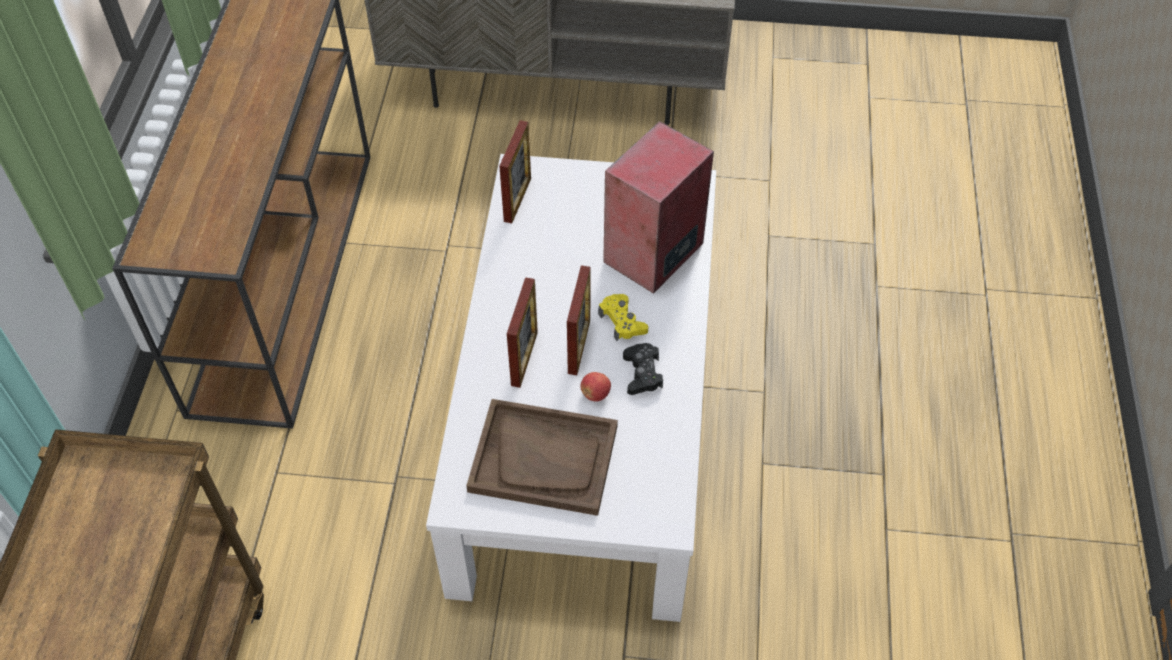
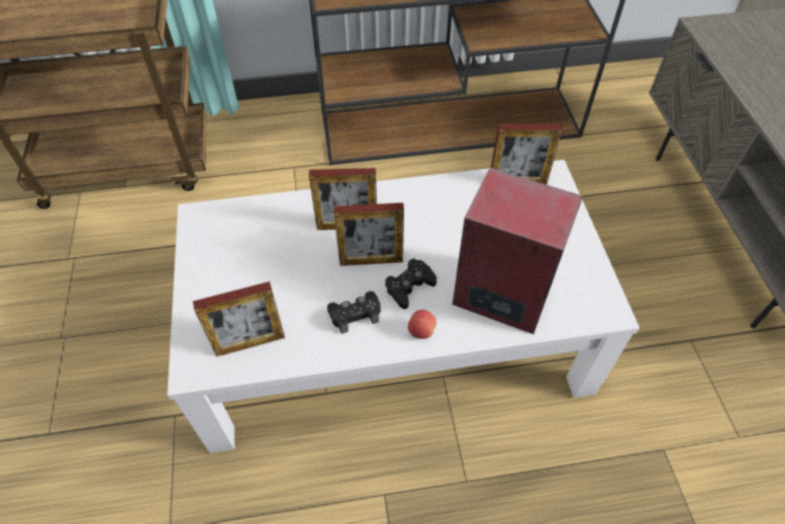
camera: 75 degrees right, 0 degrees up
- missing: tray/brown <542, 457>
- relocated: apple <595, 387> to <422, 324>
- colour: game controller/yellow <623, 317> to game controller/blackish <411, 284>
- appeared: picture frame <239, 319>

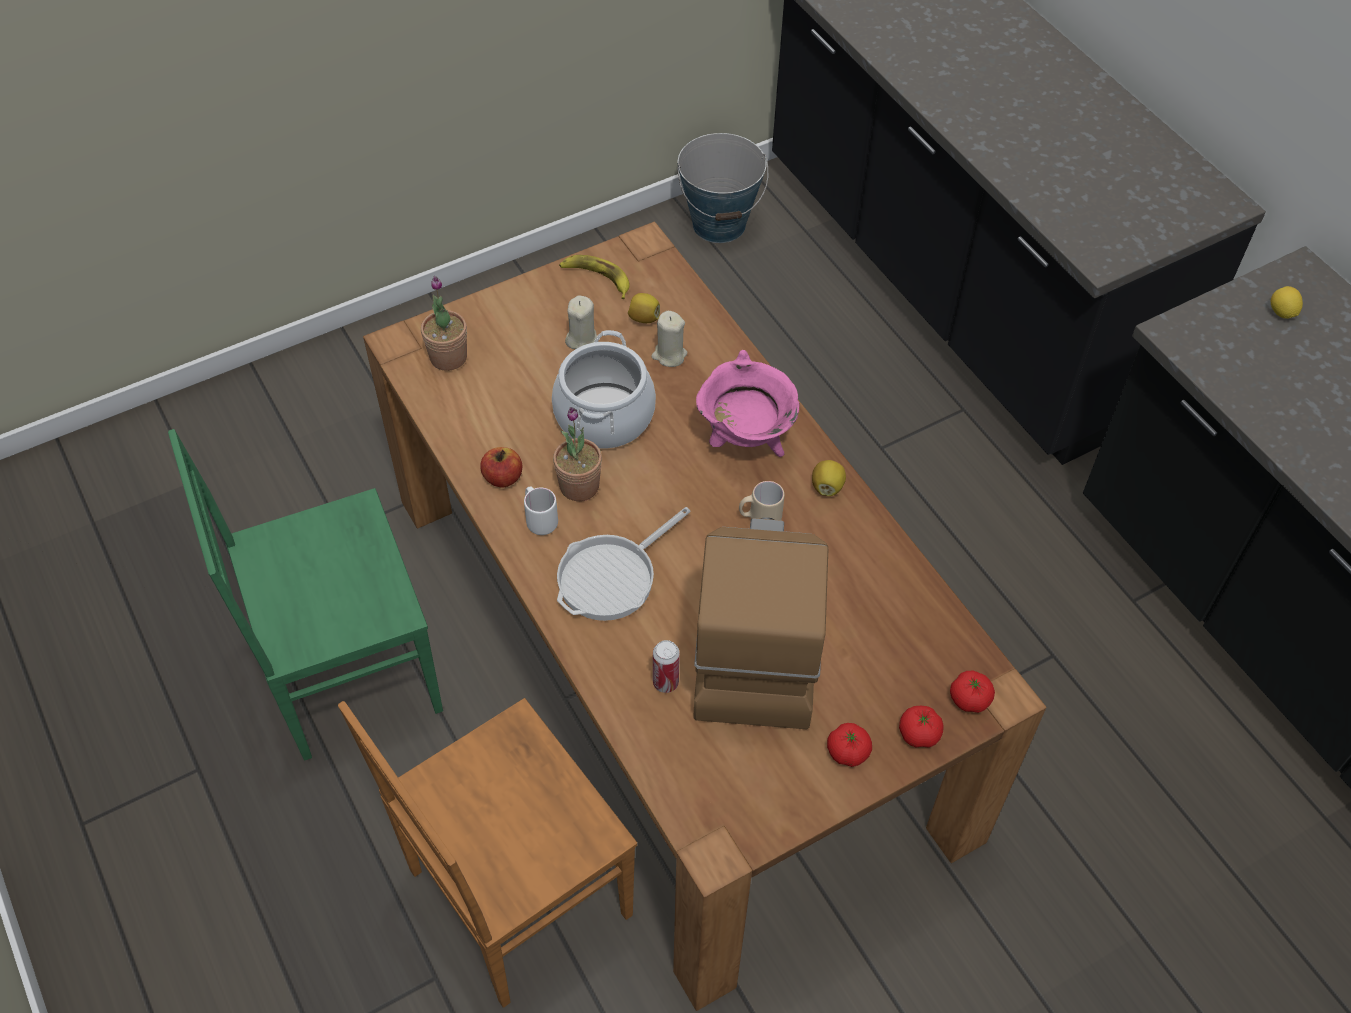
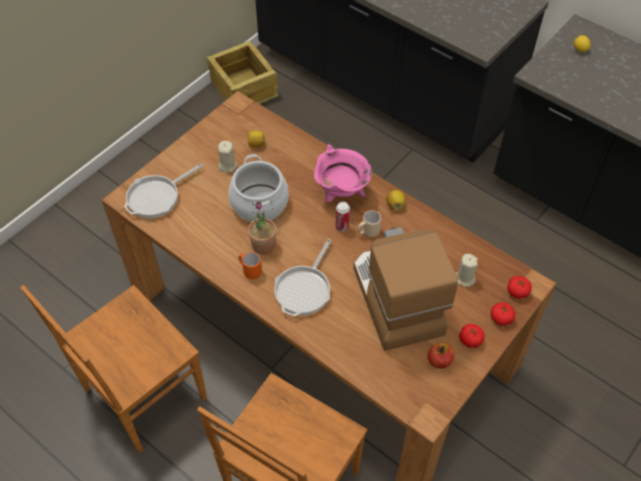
camera: 20 degrees left, 0 degrees up
- colour: upright chair/green <305, 594> to upright chair/brown <113, 369>
- exchanged: plant in a pot <444, 323> to skillet <163, 190>
- relocated: apple <501, 467> to <441, 356>
- colour: tea mug/whitish <541, 510> to tea mug/orange-coloured <250, 265>
- missing: whole banana <594, 277>
- relocated: wax light/beige <669, 339> to <467, 270>
- relocated: metal can <666, 666> to <343, 217>
- exchanged: water bucket <722, 188> to shipping crate <243, 72>

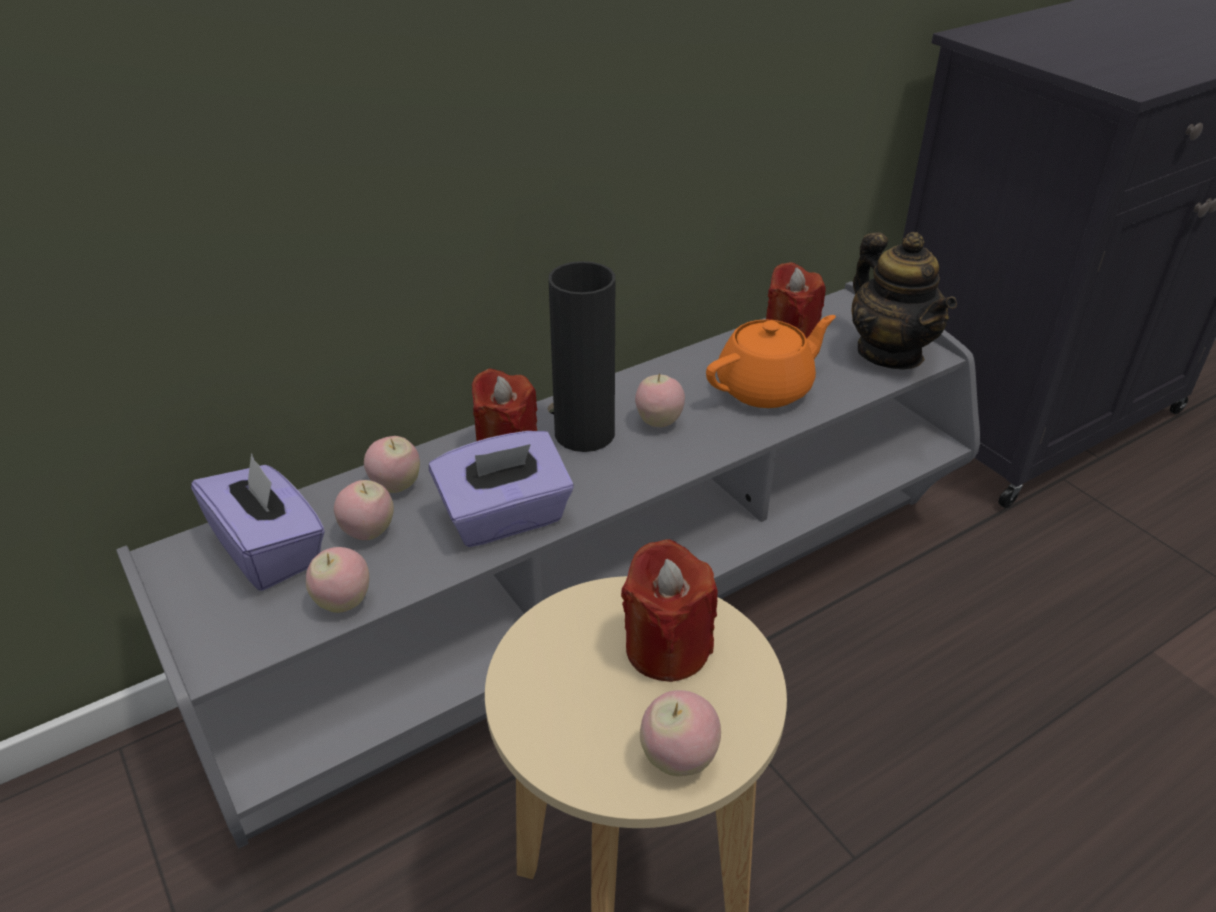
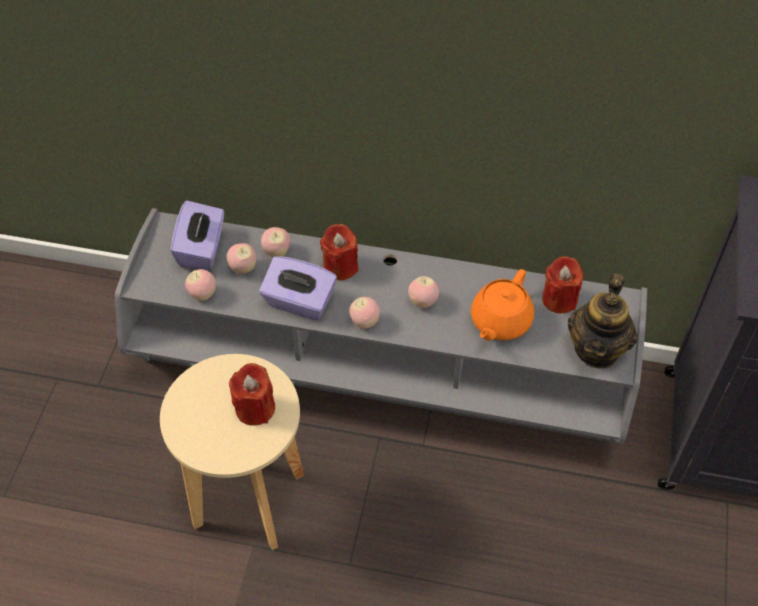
camera: 45 degrees right, 15 degrees up
- missing: decorative vase/blackish <581, 356>
- relocated: apple <680, 733> to <364, 313>
- spun: tea pot/orange-coloured <771, 361> = <502, 305> 105 degrees clockwise

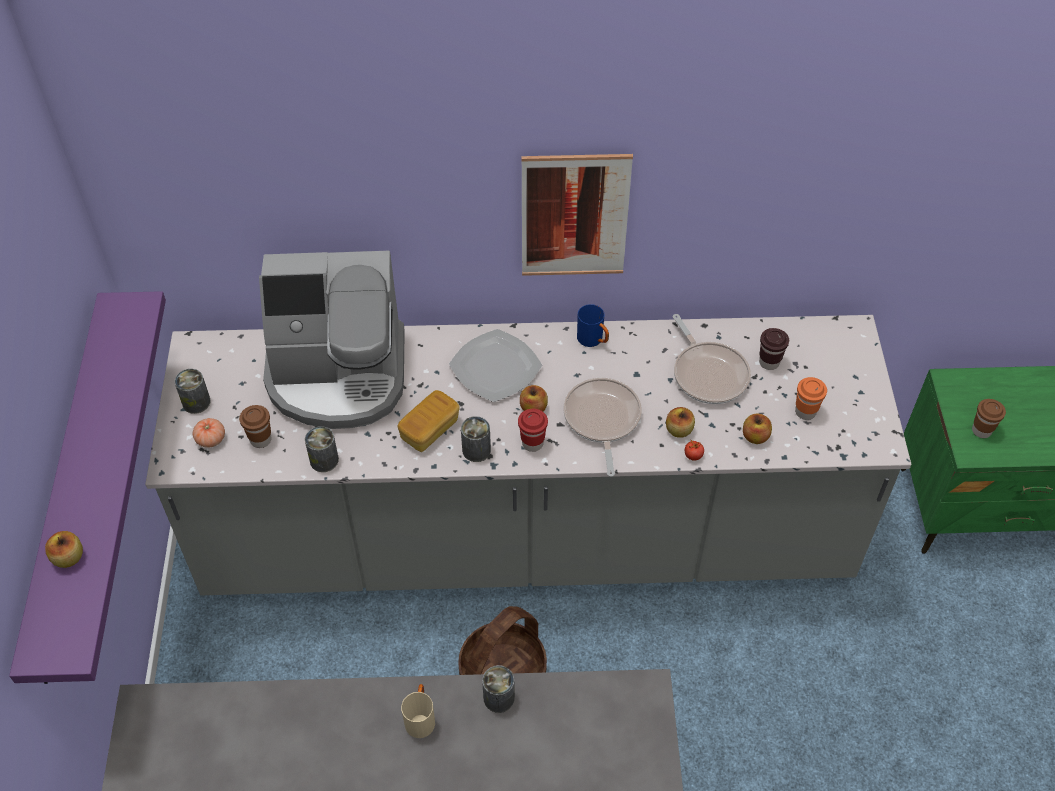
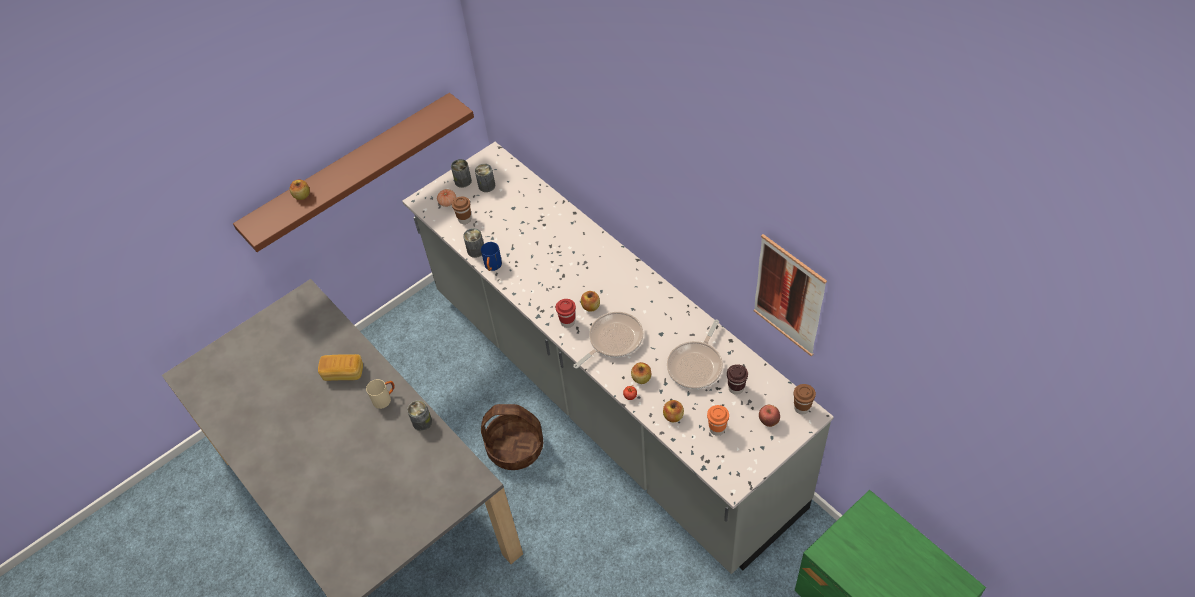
camera: 55 degrees right, 0 degrees up
- colour: wall shelf/purplish <87, 487> to wall shelf/brown <353, 172>
- missing: coffee maker <332, 340>
- relocated: baked bread <429, 421> to <340, 367>
- missing: plate <496, 365>
- relocated: metal can <476, 439> to <485, 178>
- relocated: wall art <577, 215> to <790, 295>
- relocated: tea mug/blue <593, 325> to <491, 256>
- relocated: small cup/brown <989, 418> to <804, 399>
- appeared: apple <769, 416>

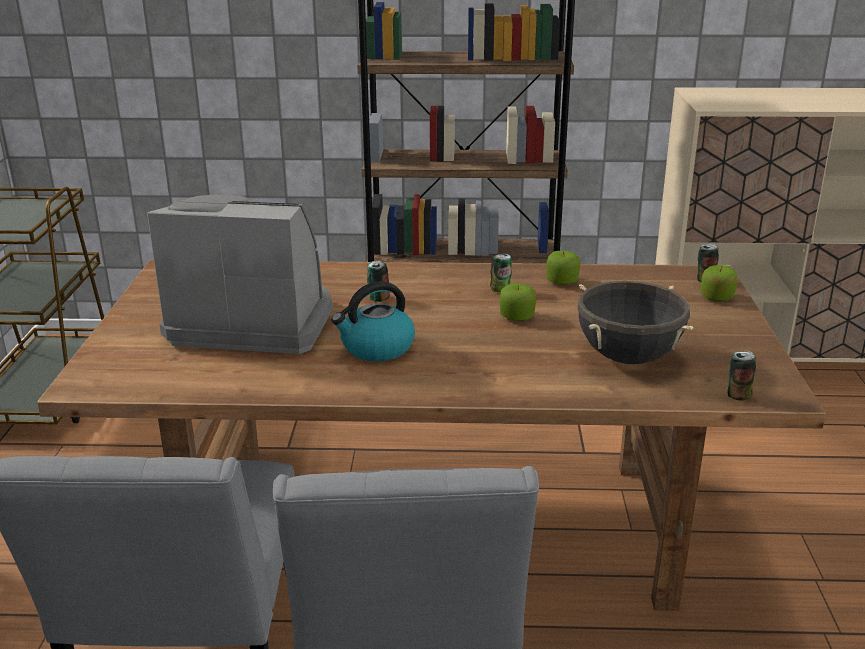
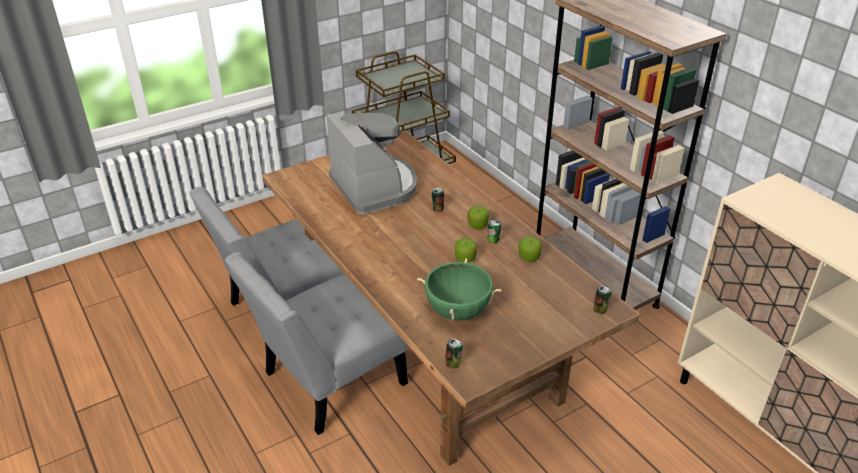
camera: 55 degrees right, 10 degrees up
- missing: water kettle <373, 321>
- colour: stockpot/blackish <635, 322> to stockpot/green <459, 289>
- relocated: apple <719, 283> to <478, 217>

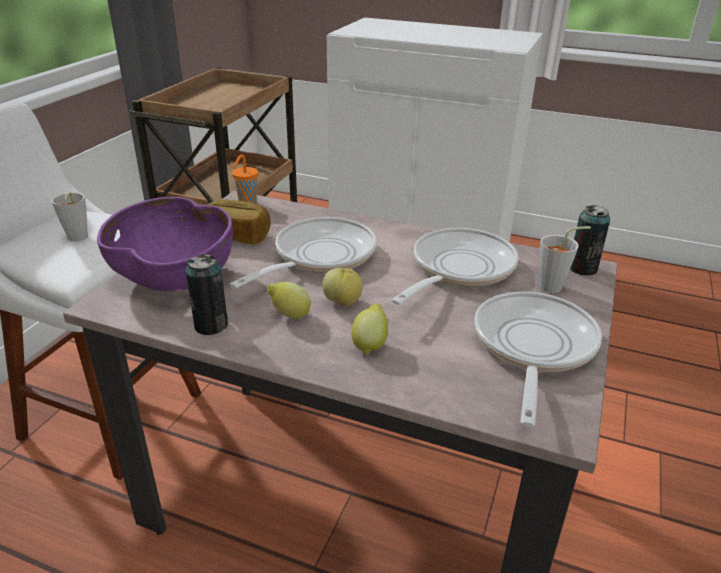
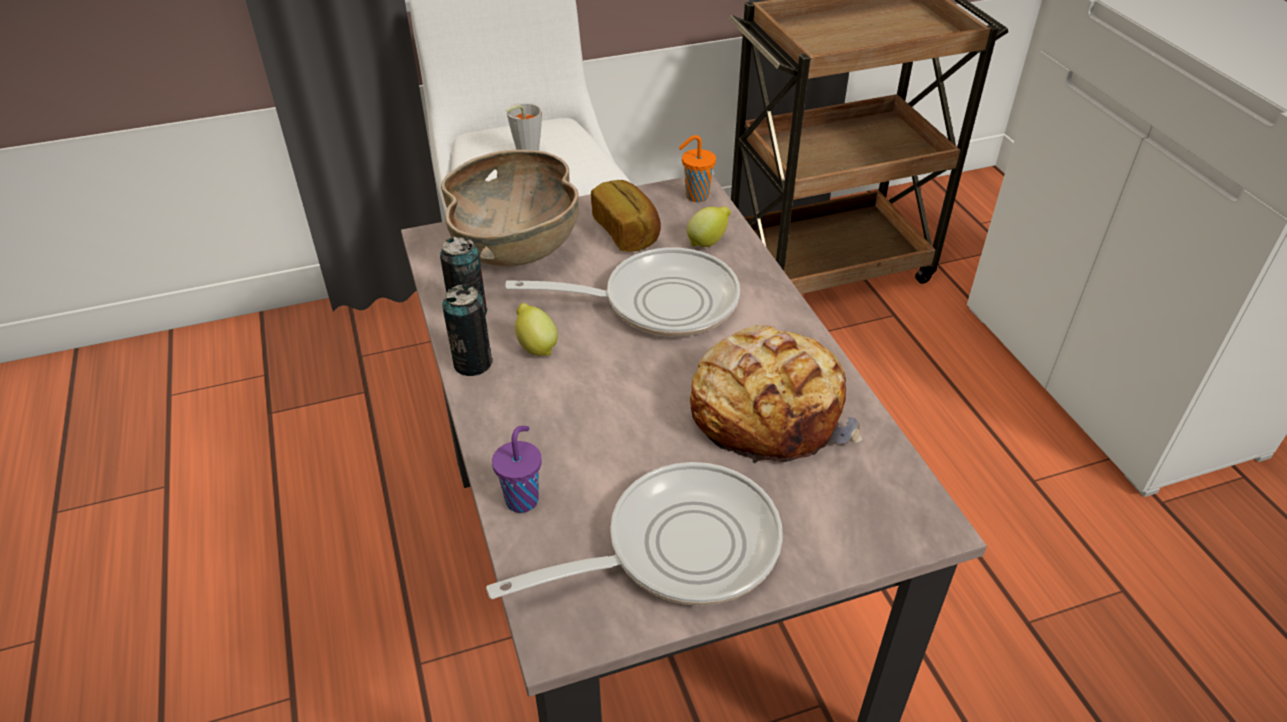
camera: 50 degrees right, 10 degrees up
- colour: bowl/purplish <165, 244> to bowl/brown <510, 208>
- missing: apple <342, 287>
- relocated: lemon <369, 329> to <709, 226>
- exchanged: skillet <454, 266> to baked bread <776, 394>
- missing: small cup/gray <565, 259>
- relocated: metal can <590, 240> to <467, 330>
- appeared: small cup/purplish <517, 469>

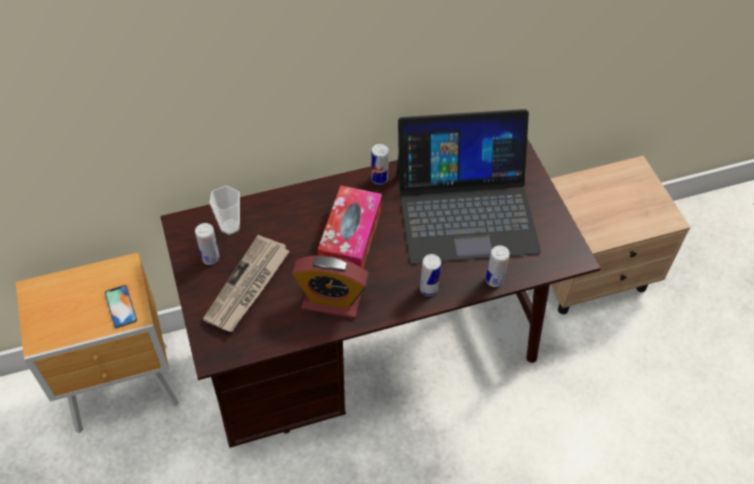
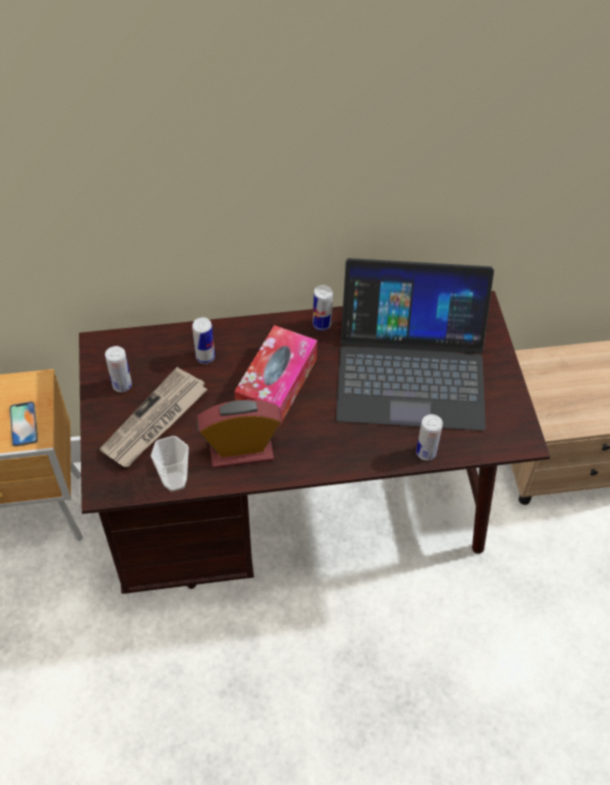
camera: 10 degrees right, 0 degrees up
- relocated: small cup <224, 210> to <170, 464>
- spun: table clock <330, 287> = <239, 433> 150 degrees clockwise
- relocated: metal can <430, 275> to <203, 340>

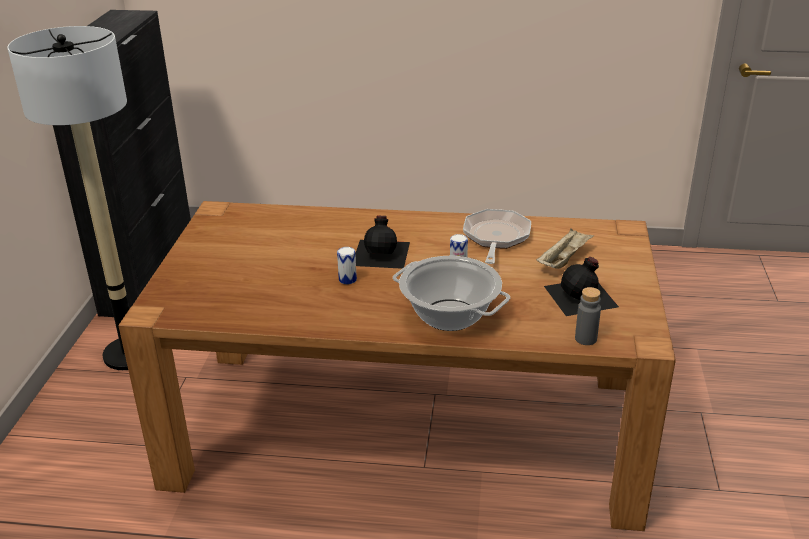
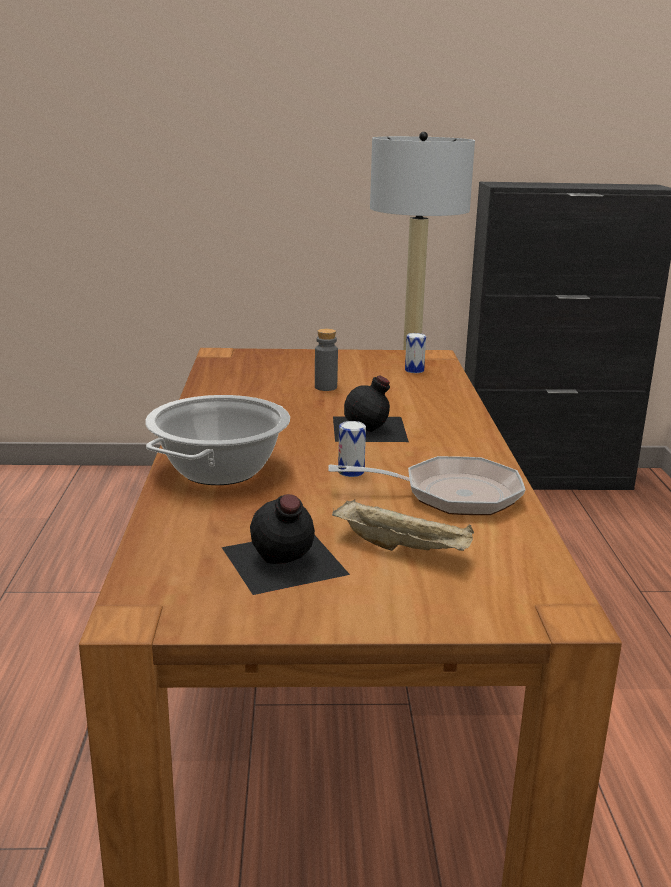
camera: 80 degrees right, 10 degrees down
- relocated: metal can <347, 265> to <415, 353>
- relocated: beverage bottle/gray <588, 316> to <326, 360>

